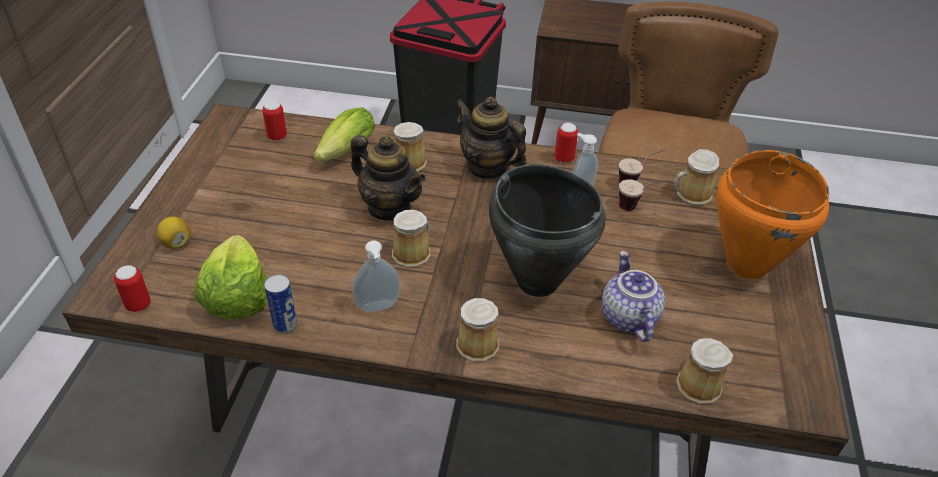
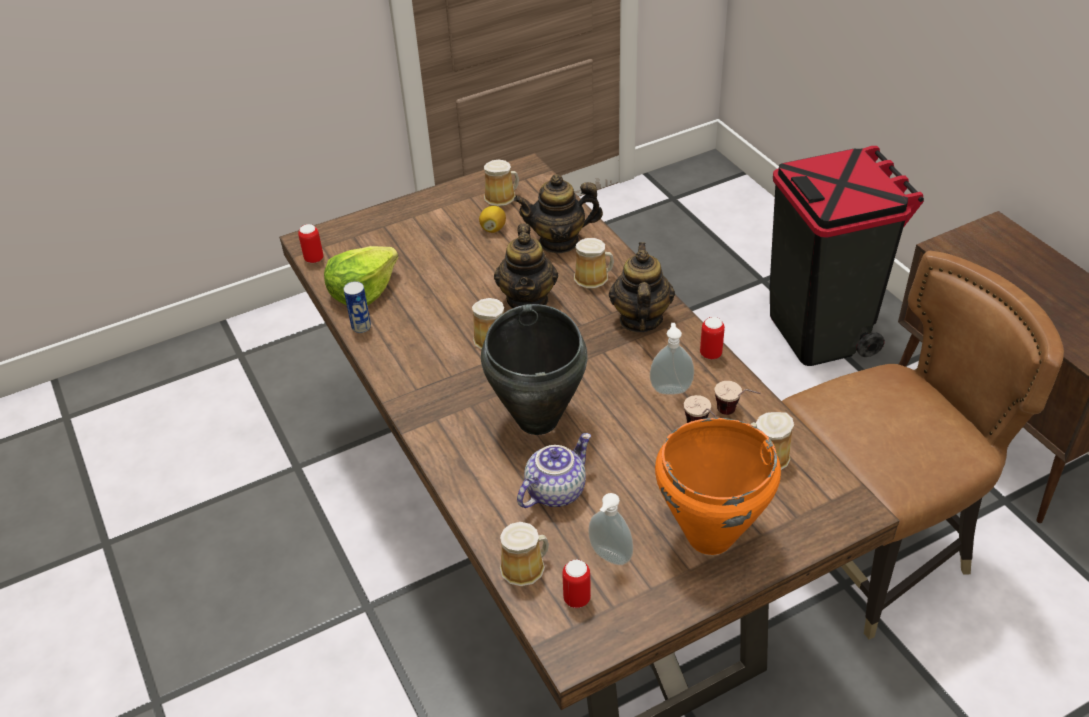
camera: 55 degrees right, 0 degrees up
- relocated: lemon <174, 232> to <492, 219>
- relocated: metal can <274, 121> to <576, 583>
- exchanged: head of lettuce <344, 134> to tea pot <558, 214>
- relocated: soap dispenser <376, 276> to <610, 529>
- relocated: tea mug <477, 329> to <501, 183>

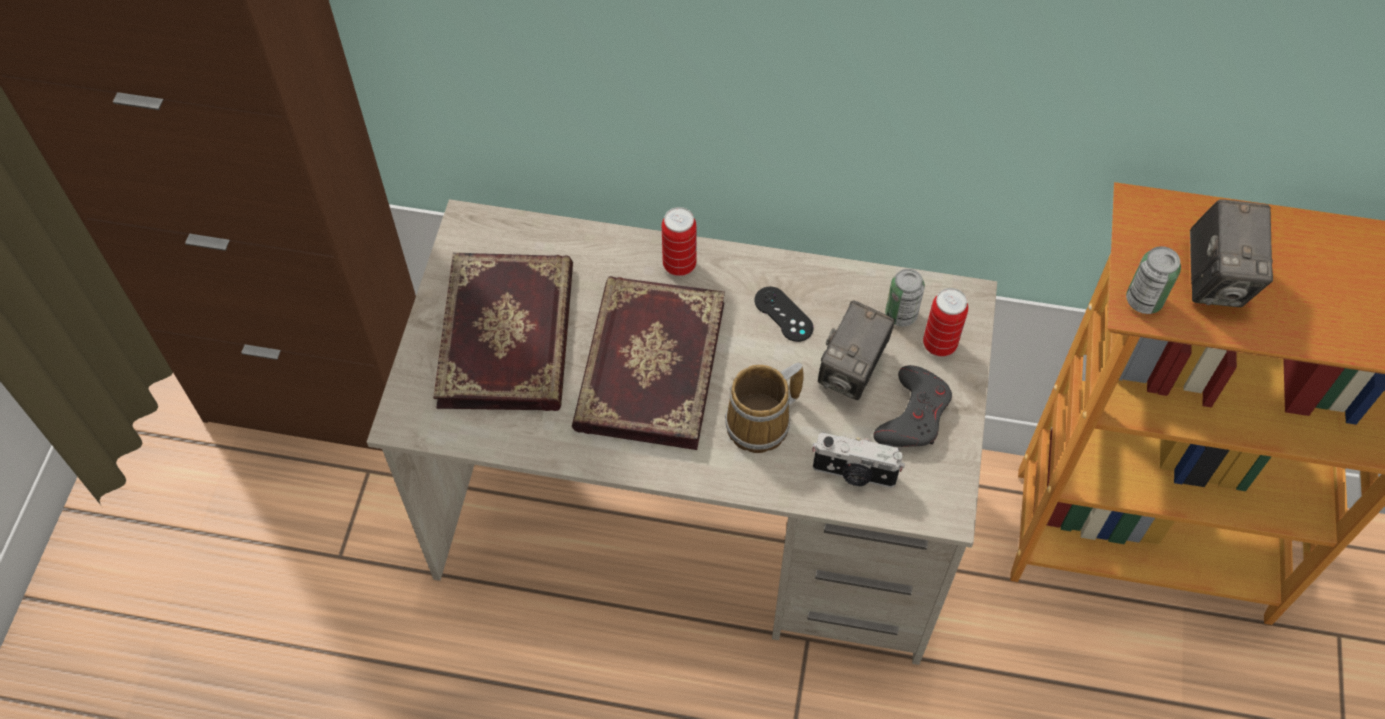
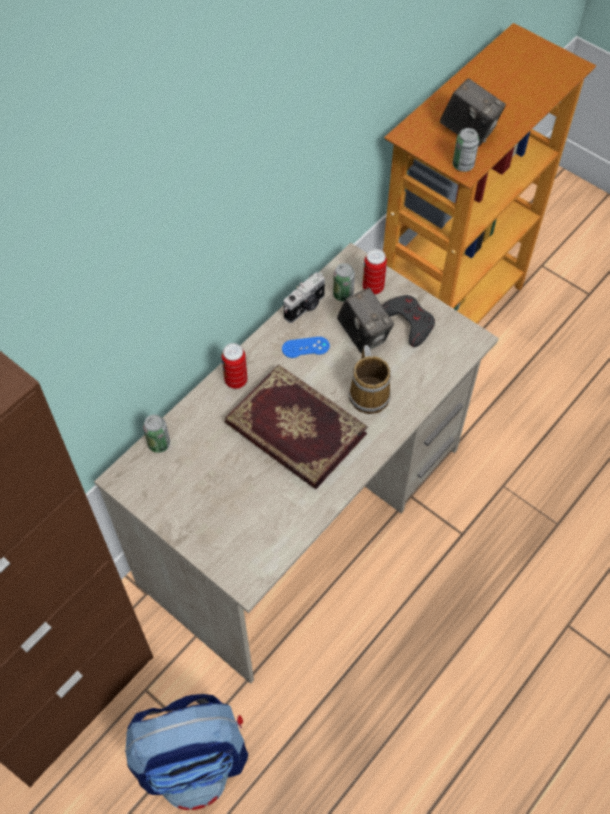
camera: 60 degrees left, 0 degrees up
- missing: bound book <503, 332>
- colour: game controller/blackish <784, 314> to game controller/blue <306, 347>
- relocated: photo camera <858, 460> to <304, 297>
- appeared: rucksack <186, 752>
- appeared: metal can <156, 433>

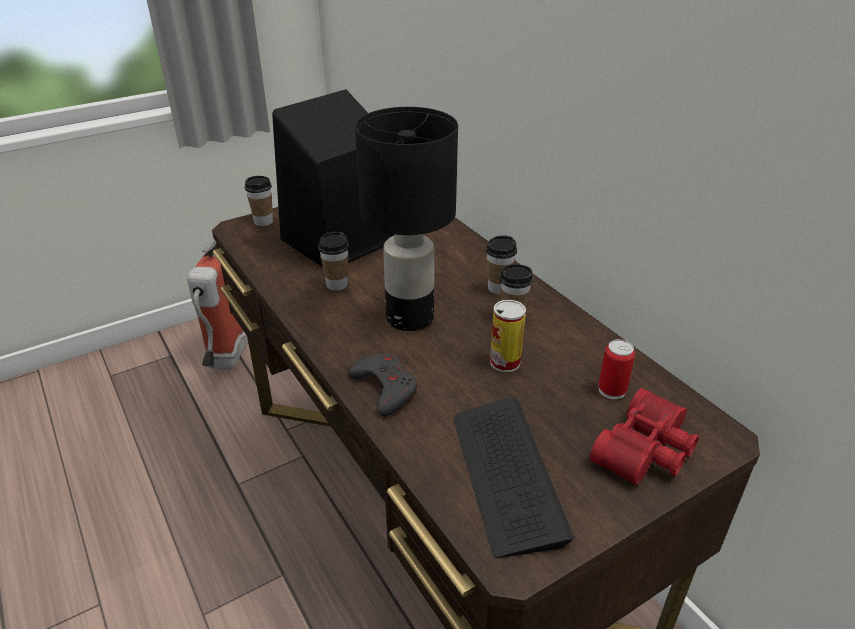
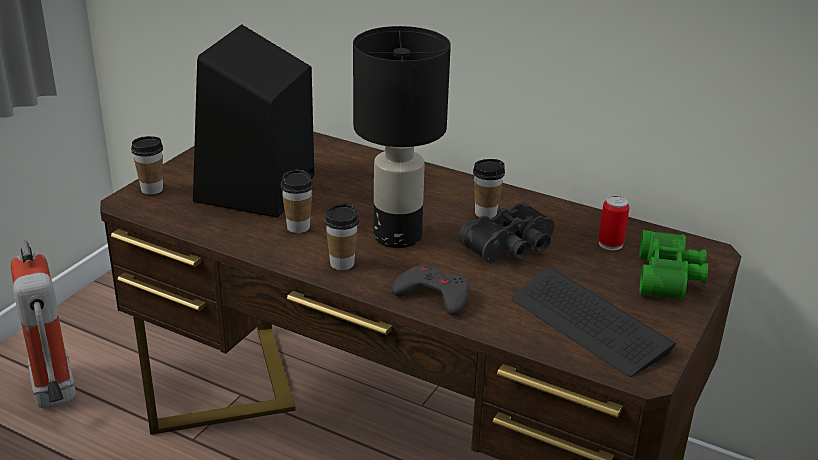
camera: 30 degrees left, 5 degrees down
- relocated: small cup <501, 264> to <341, 237>
- exchanged: metal can <508, 336> to binoculars/blackish <507, 232>
- colour: binoculars/reddish <644, 437> to binoculars/green <673, 265>

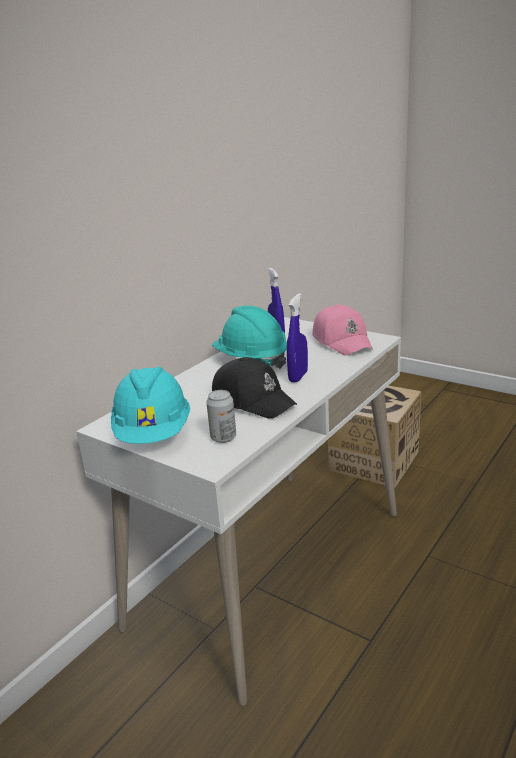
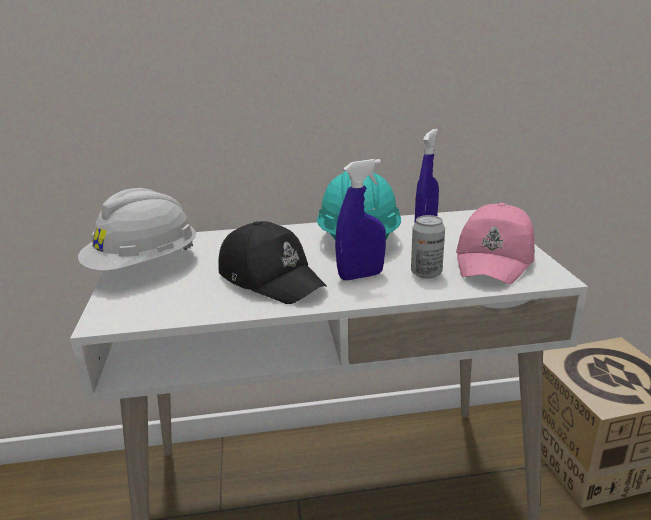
camera: 45 degrees right, 0 degrees up
- colour: work helmet/turquoise <150, 405> to work helmet/whitish <137, 229>
- relocated: metal can <221, 416> to <428, 247>
- spun: cap/blackish <254, 388> = <272, 262> 45 degrees counterclockwise

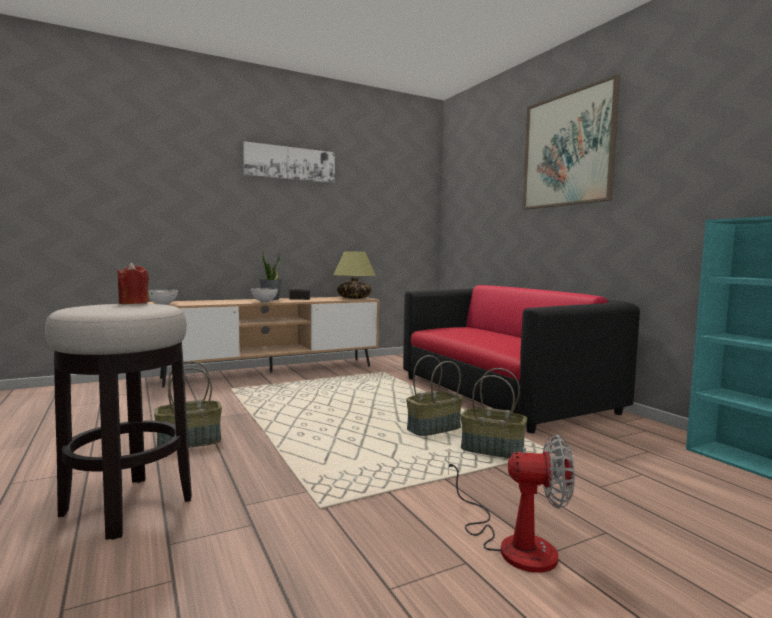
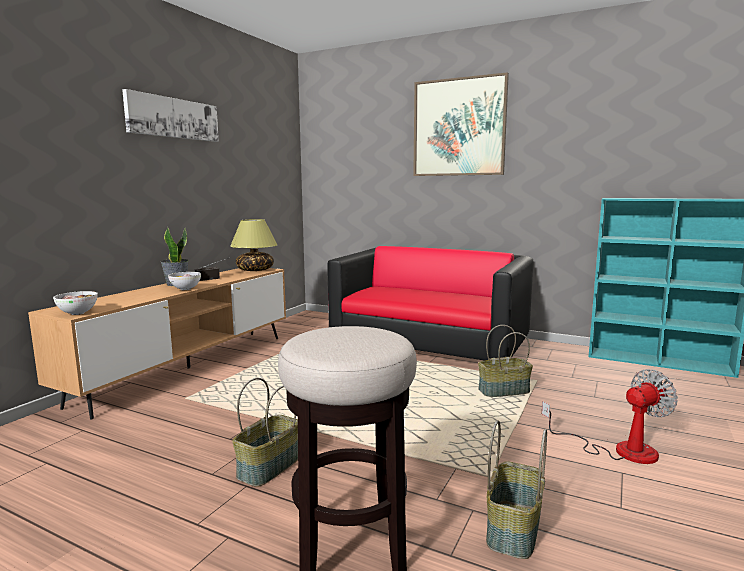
camera: 35 degrees left, 5 degrees up
- missing: wax light/reddish <133, 283>
- relocated: household basket <434, 395> to <516, 489>

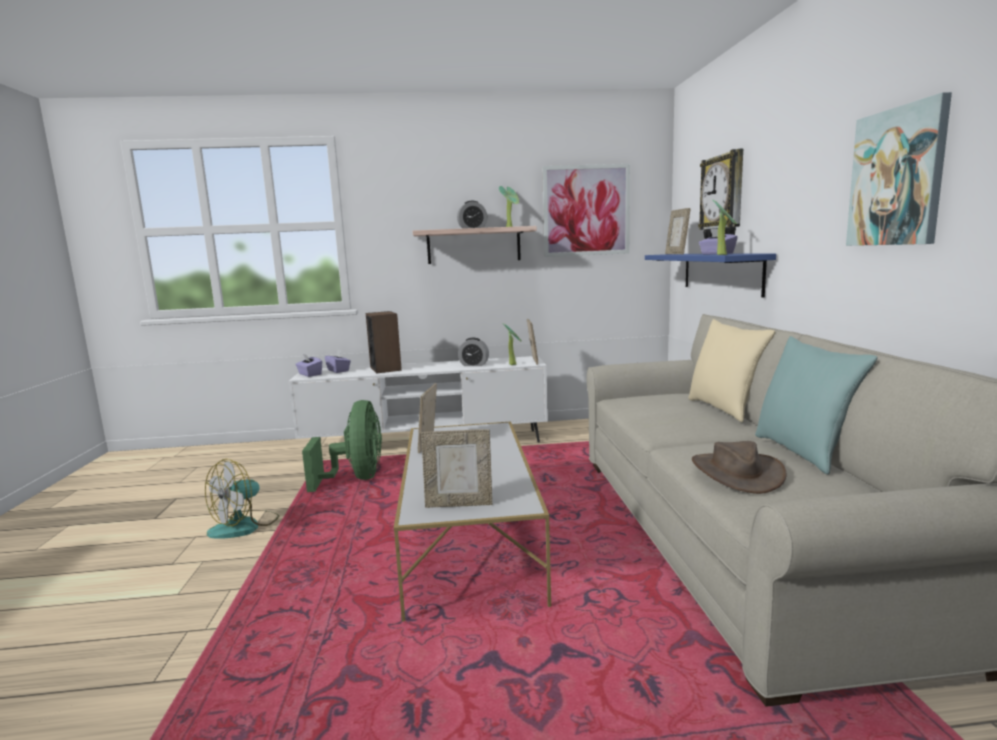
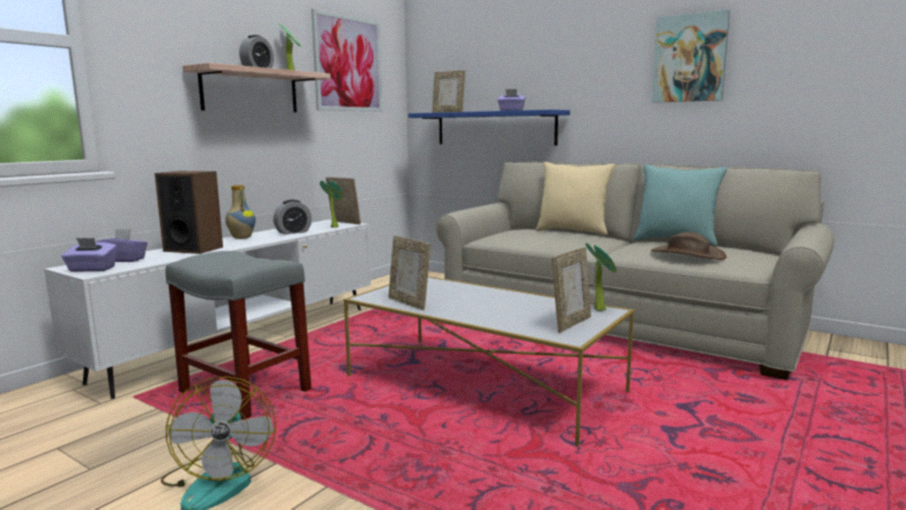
camera: 50 degrees left, 0 degrees up
- exchanged: cooling fan/green <342, 446> to stool seat/gray <238, 335>
- missing: clock on the wall <720, 194>
- relocated: plant in a pot <725, 227> to <601, 277>
- appeared: decorative vase <240, 212>

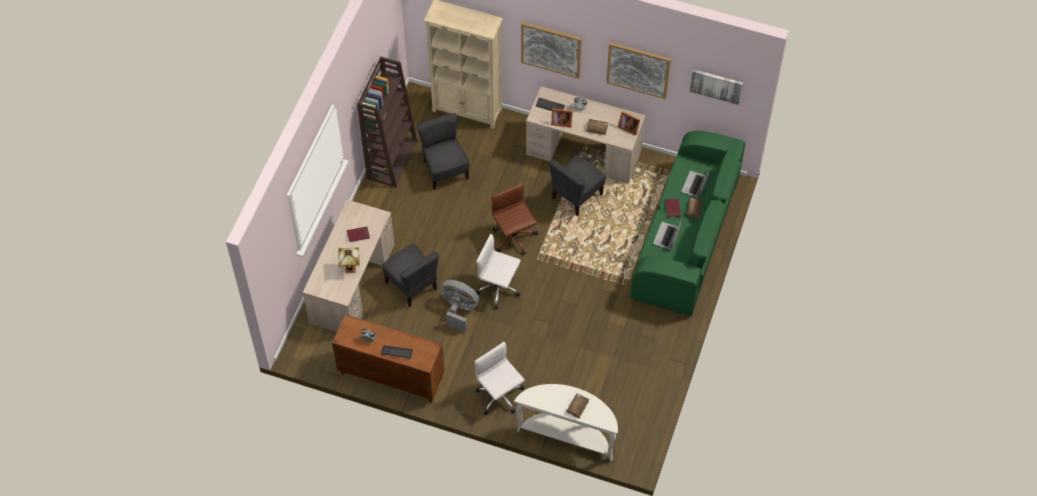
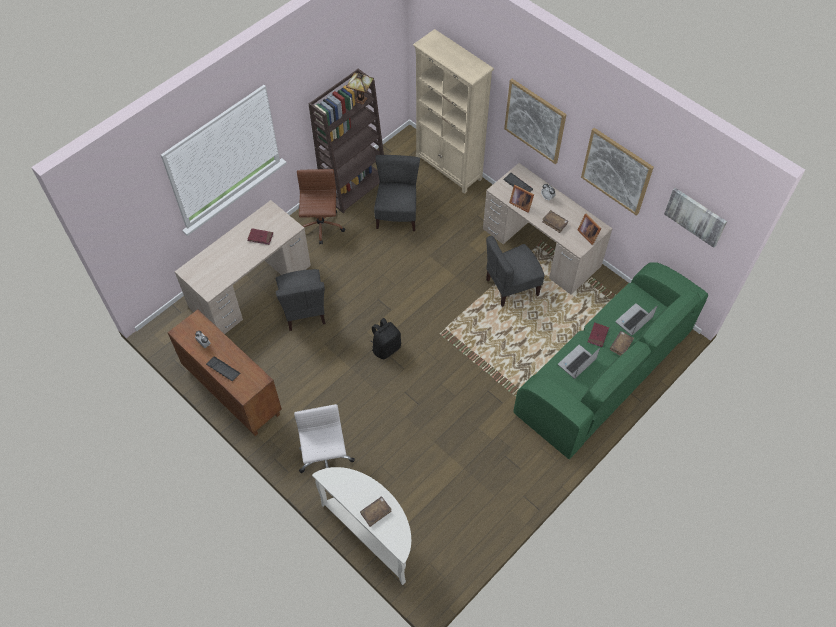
camera: 25 degrees right, 0 degrees up
- relocated: lamp for a table <349, 260> to <360, 88>
- missing: cooling fan/gray <459, 306>
- exchanged: computer chair/whitish <498, 271> to rucksack/blackish <385, 338>
- relocated: computer chair/brown <514, 218> to <321, 206>

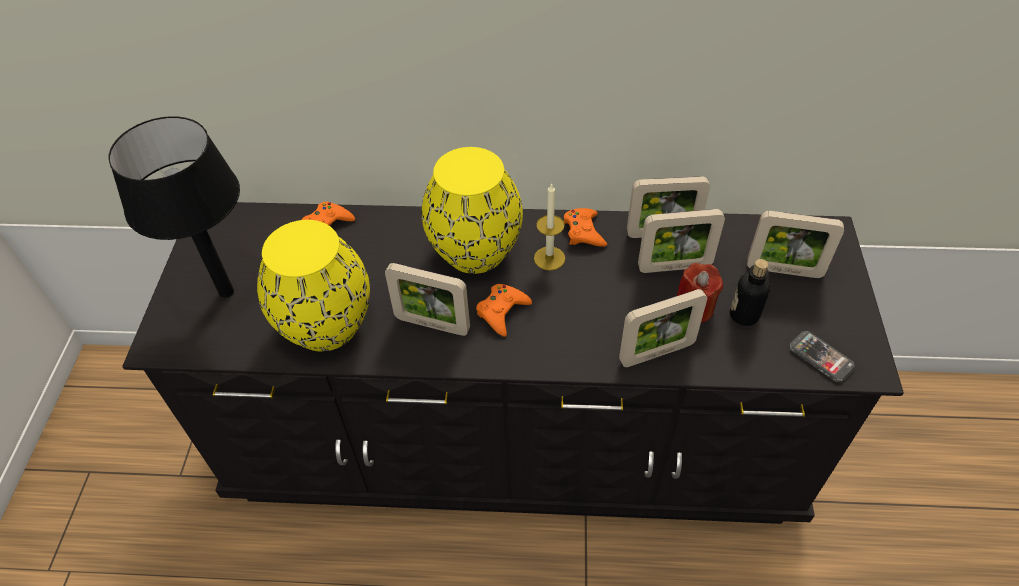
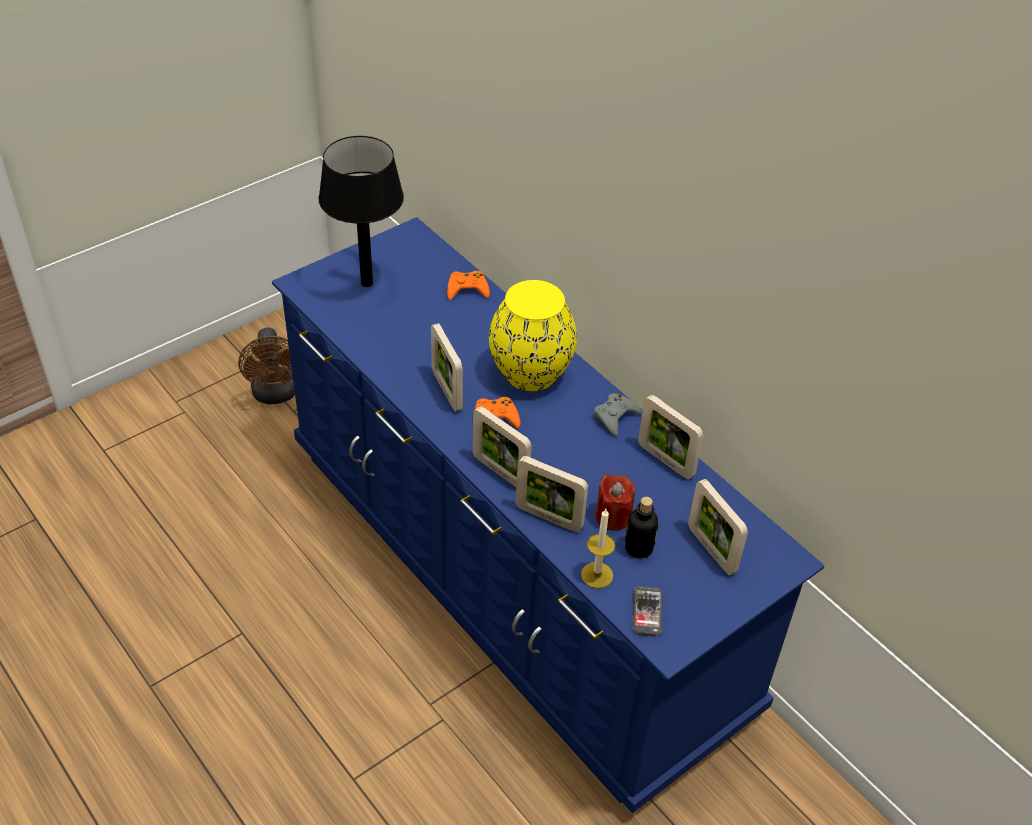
camera: 45 degrees right, 5 degrees down
- colour: chest of drawers/blackish <513, 363> to chest of drawers/blue <548, 515>
- missing: decorative vase/yellow <313, 285>
- relocated: wax light <549, 227> to <598, 548>
- colour: game controller/orange-coloured <585, 227> to game controller/gray <618, 415>
- relocated: picture frame <681, 241> to <502, 446>
- appeared: cooling fan/brown <266, 365>

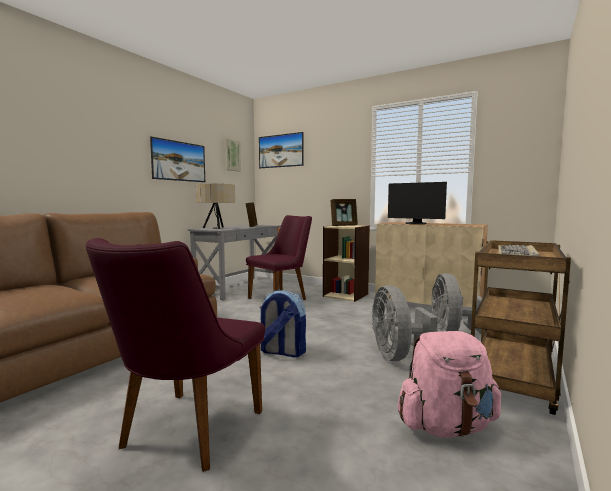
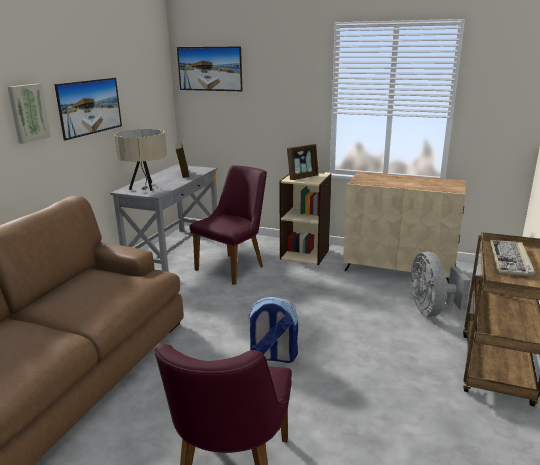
camera: 10 degrees left, 15 degrees up
- relocated: wall art <232, 155> to <29, 114>
- missing: cooling fan/gray <405, 323>
- missing: monitor <417, 203>
- missing: rucksack/pinkish <449, 384>

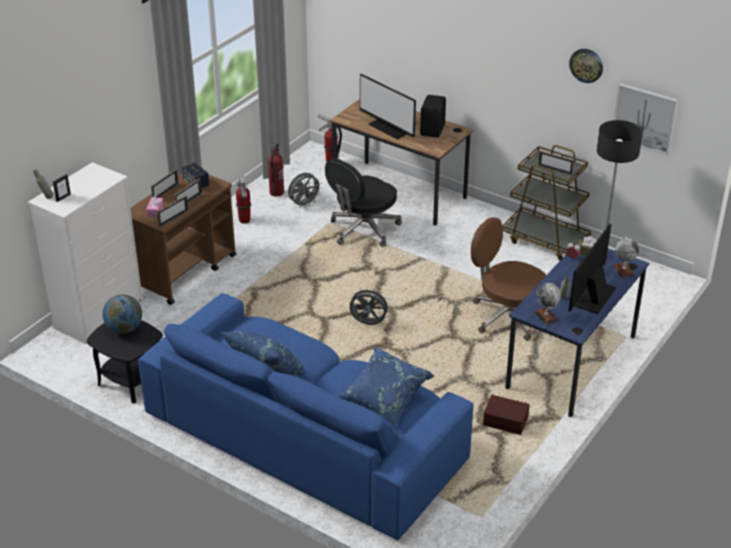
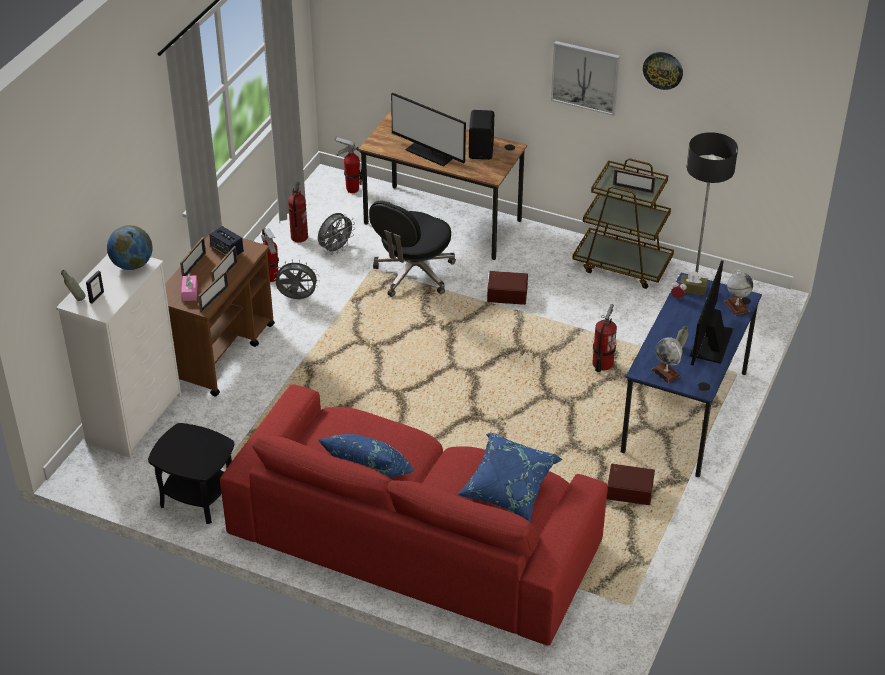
camera: 10 degrees left, 5 degrees up
- relocated: globe <122, 314> to <130, 247>
- colour: sofa/blue <305, 416> to sofa/reddish <414, 515>
- relocated: cooling fan/gray <370, 306> to <297, 279>
- exchanged: computer chair/brown <508, 279> to fire extinguisher <604, 338>
- relocated: wall art <646, 119> to <585, 78>
- appeared: storage bin/brown <507, 288>

